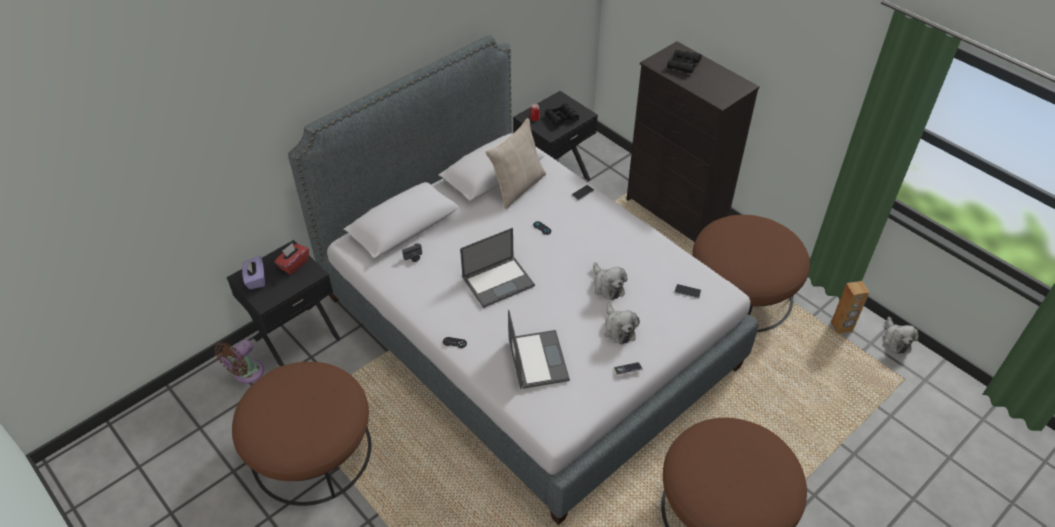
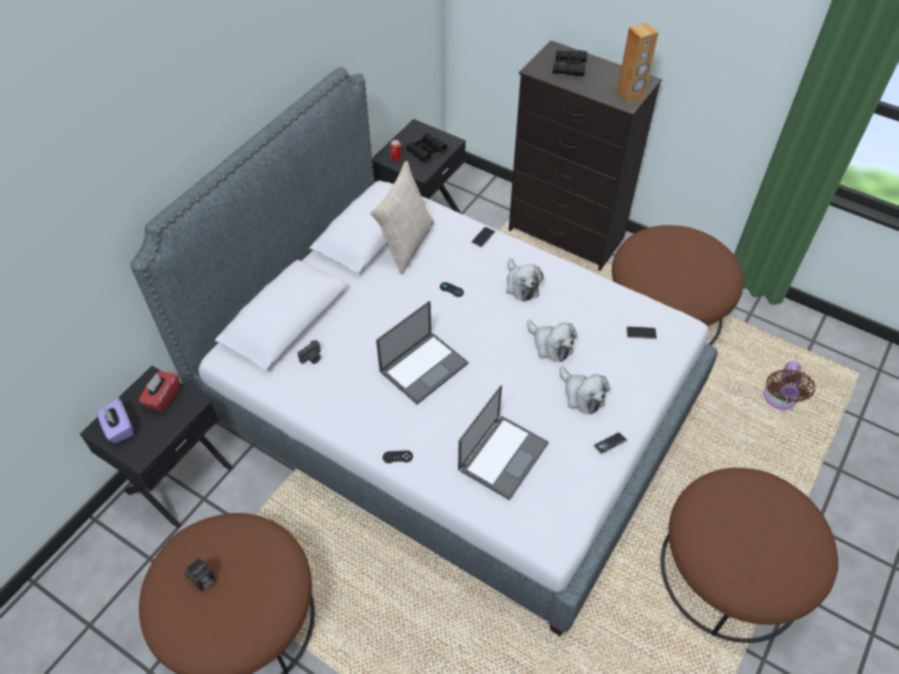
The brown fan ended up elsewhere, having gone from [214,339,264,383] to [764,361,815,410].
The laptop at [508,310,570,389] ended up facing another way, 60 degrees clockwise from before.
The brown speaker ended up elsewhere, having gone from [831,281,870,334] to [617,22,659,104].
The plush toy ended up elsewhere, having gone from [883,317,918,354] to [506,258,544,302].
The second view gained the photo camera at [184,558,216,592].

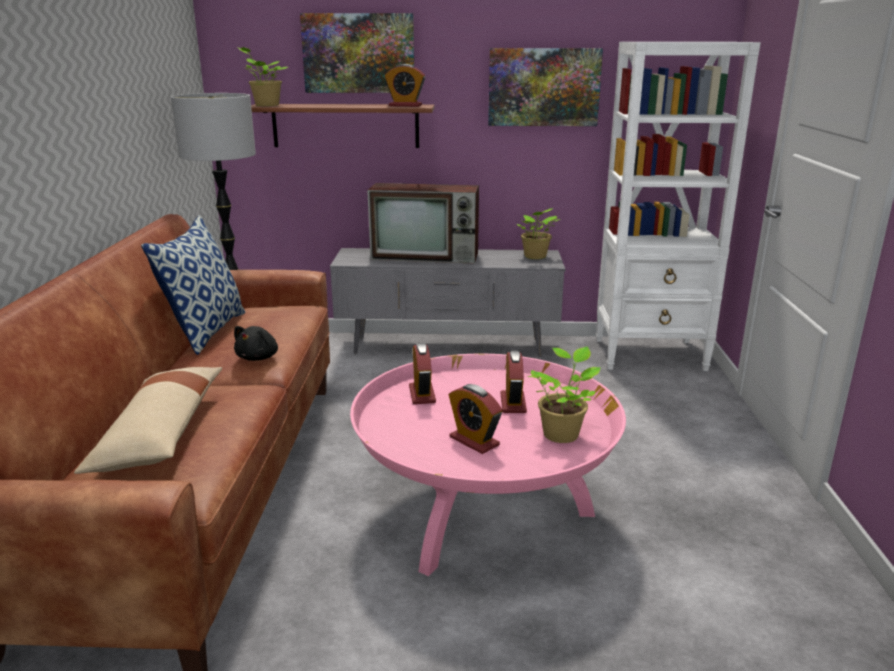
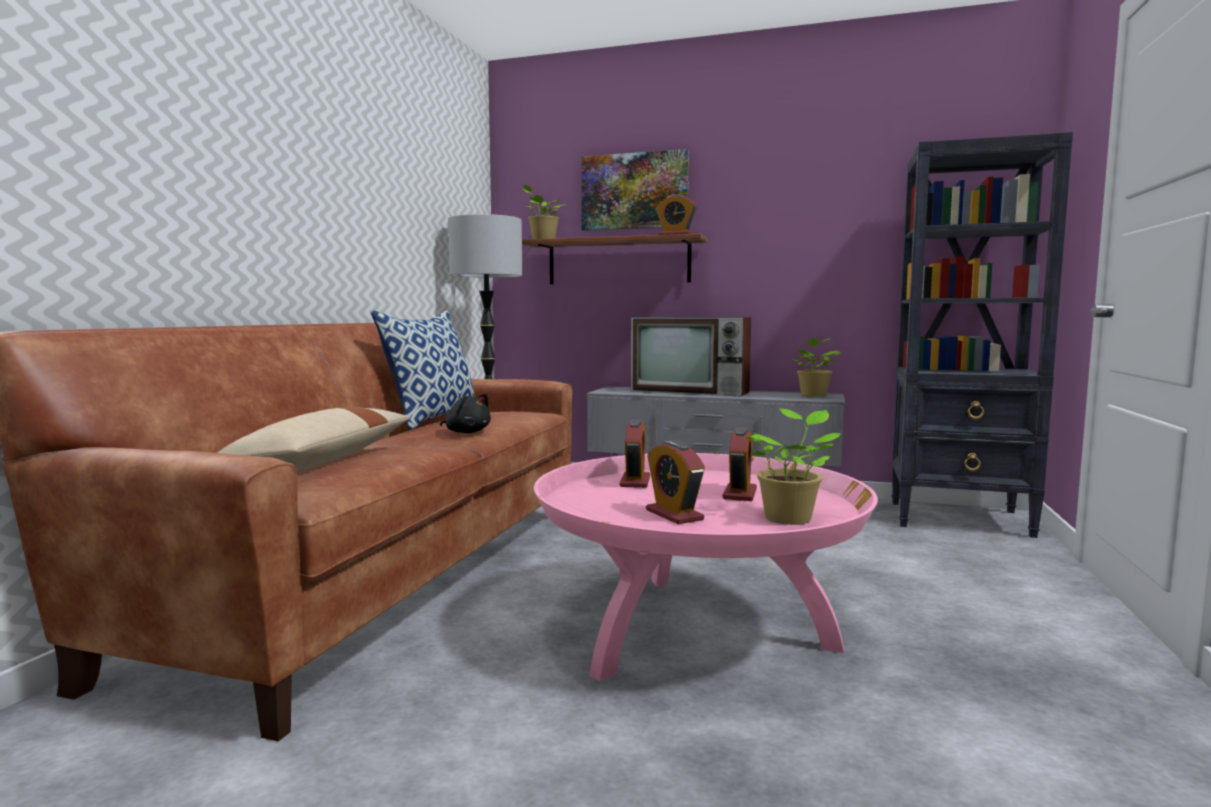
The black plush toy at [234,326,278,361] ended up facing another way, 90 degrees counterclockwise from before.
The second view lost the picture at [488,48,603,126].
What was the white bookcase at [596,42,761,371] turned into the black bookcase at [892,132,1073,538].

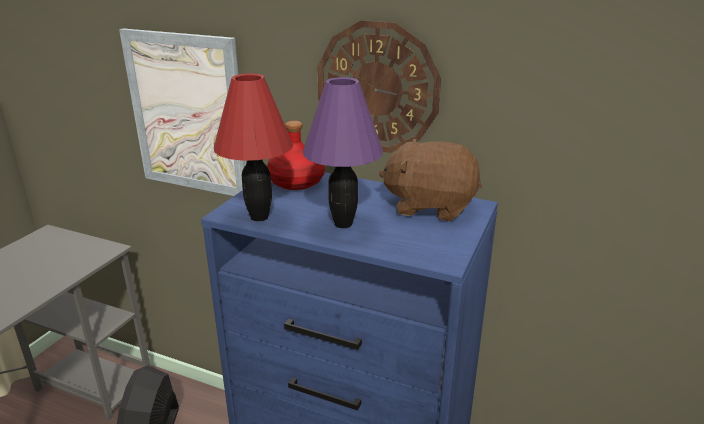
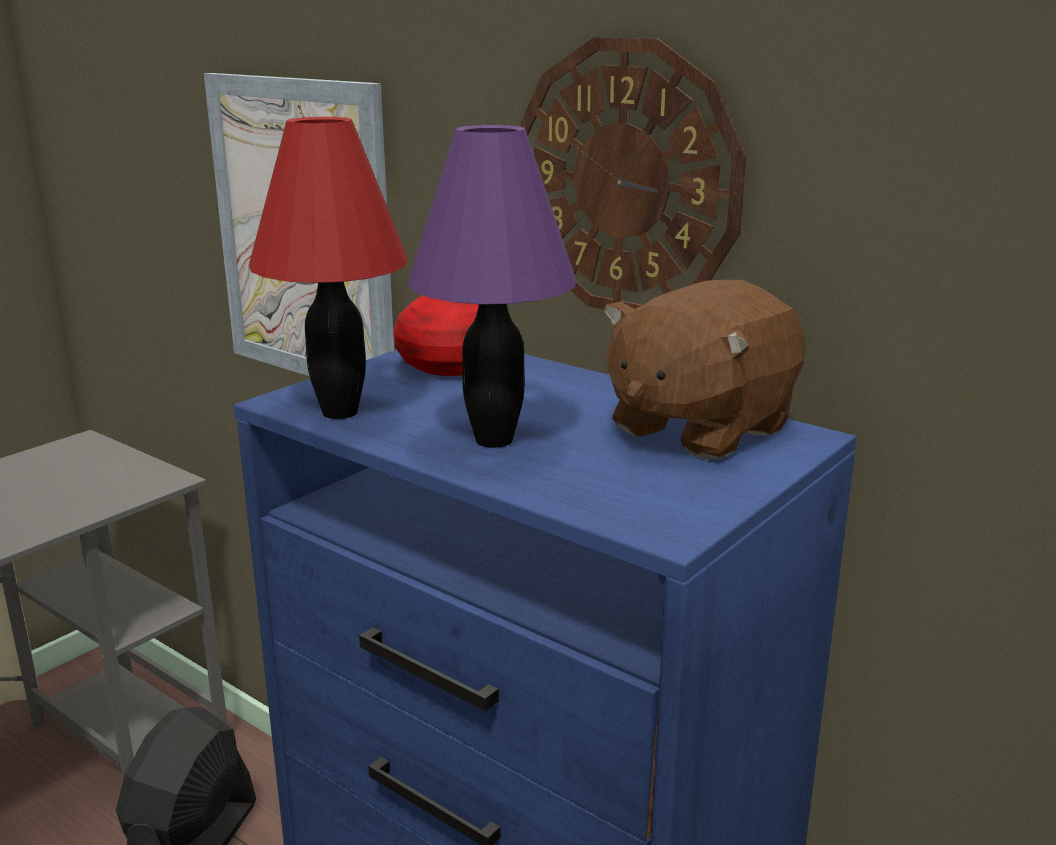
The brown plush toy at [379,139,482,221] ended up facing another way, 75 degrees counterclockwise from before.

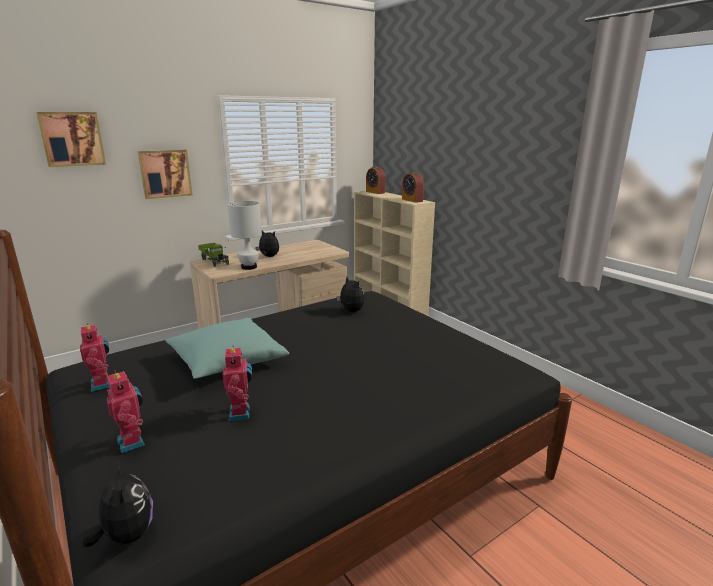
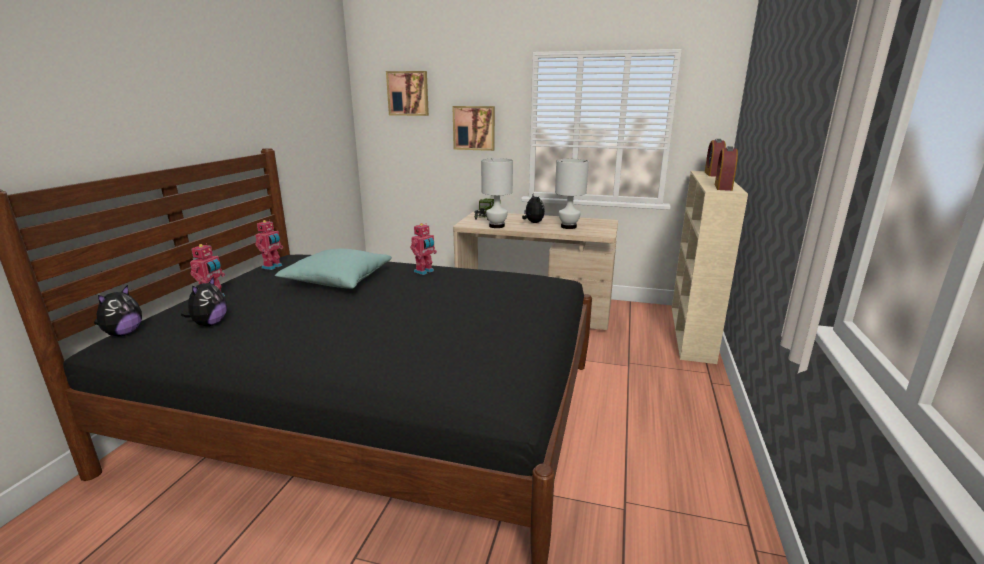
The toy robot ended up elsewhere, having gone from [223,345,252,421] to [410,223,437,275].
The plush toy ended up elsewhere, having gone from [337,277,365,312] to [181,276,227,326].
The second view gained the white table lamp at [555,159,589,229].

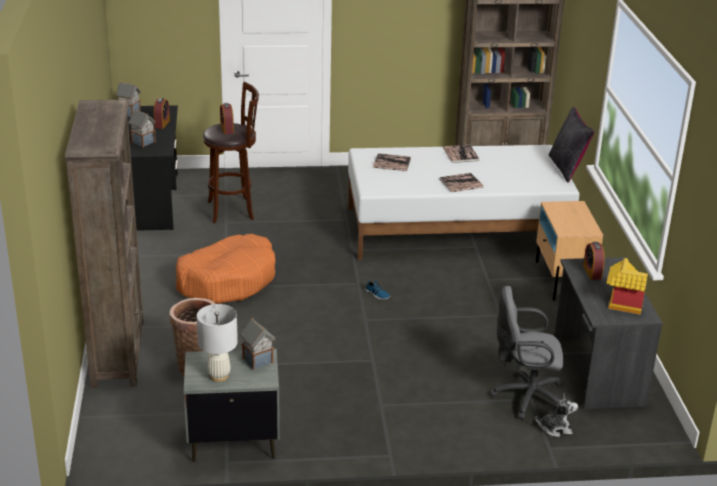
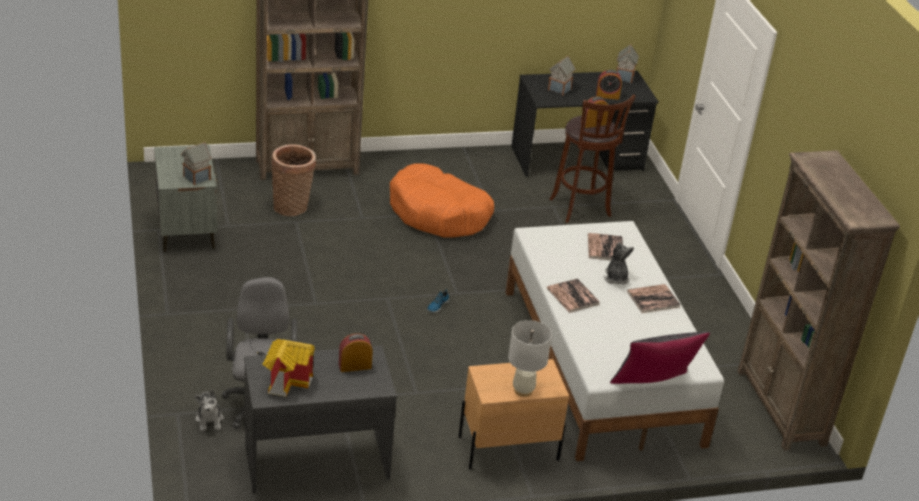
The white table lamp ended up elsewhere, having gone from [197,304,238,382] to [508,320,552,397].
The second view gained the plush toy at [604,242,634,285].

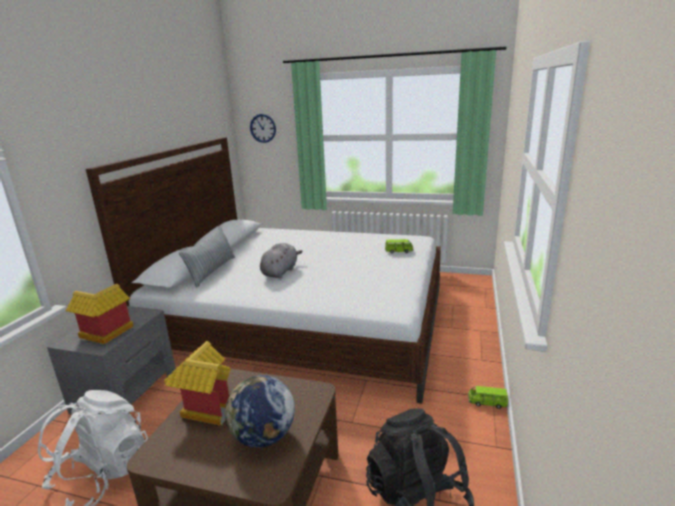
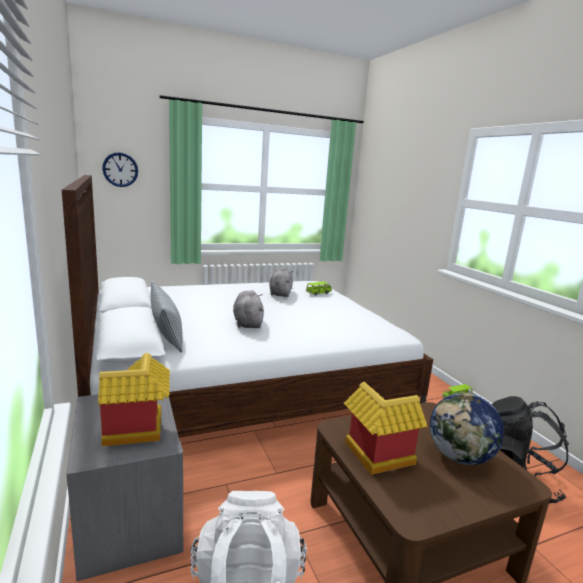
The second view gained the grey plush toy at [269,267,293,297].

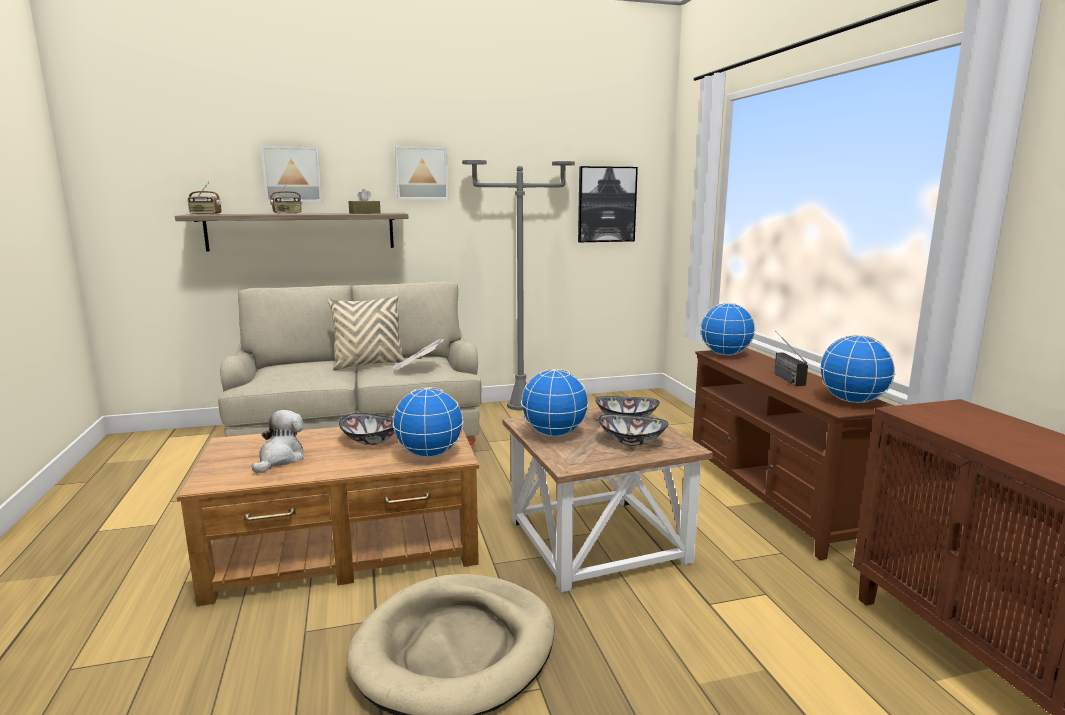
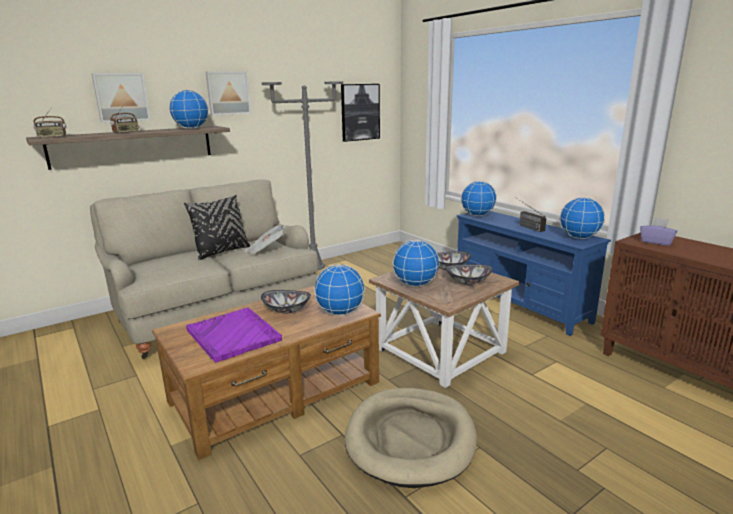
Where the plush toy stood at [252,410,304,473], the purple tray came to stand at [186,307,282,362].
What was the beige pillow at [328,296,405,370] turned into the black pillow at [184,195,250,260].
Where the brown tissue box stood at [348,189,381,214], the globe came to stand at [169,90,209,129].
What was the brown tv stand at [693,348,894,560] turned into the blue tv stand at [457,211,611,336].
The second view gained the purple tissue box at [640,217,677,246].

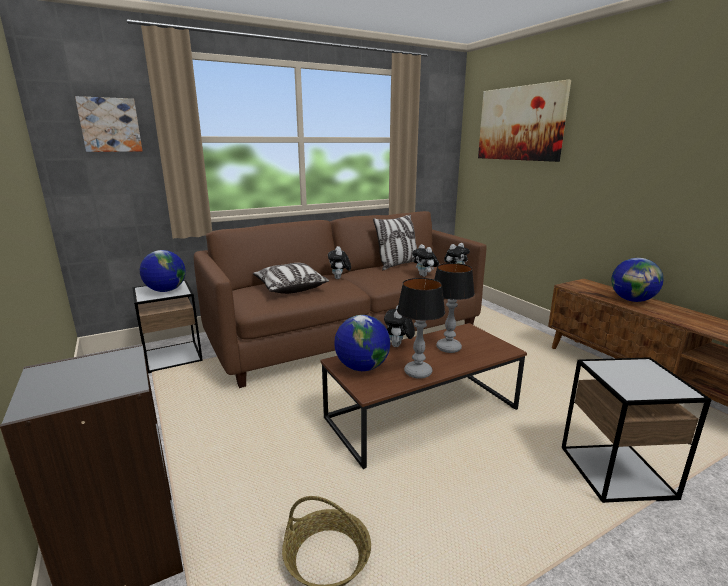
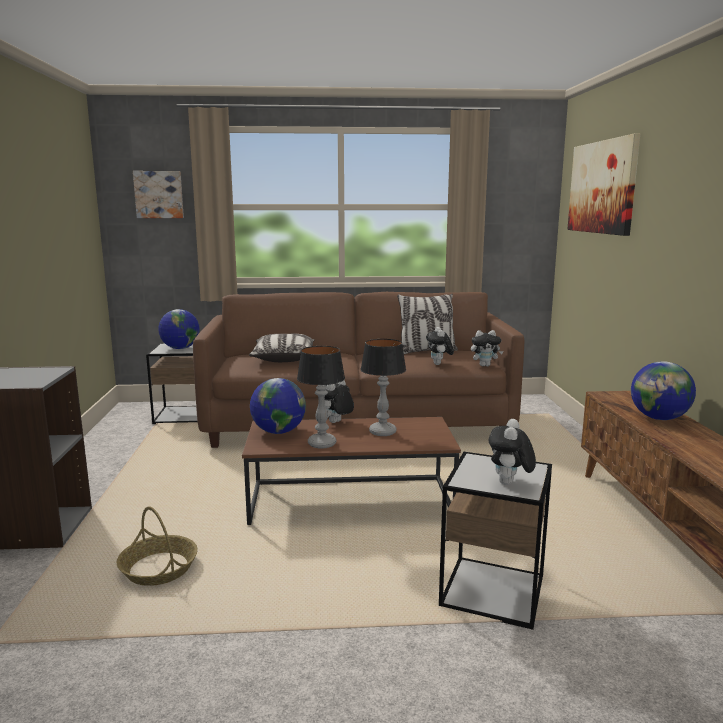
The plush toy ended up elsewhere, having gone from [328,246,351,279] to [489,419,536,485].

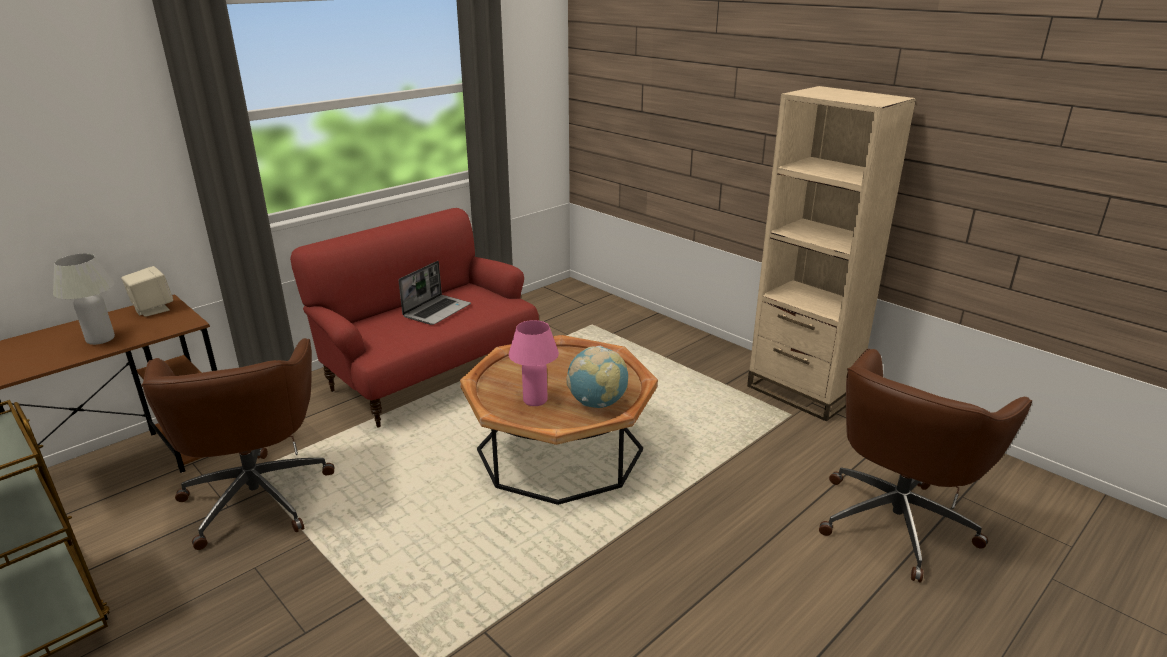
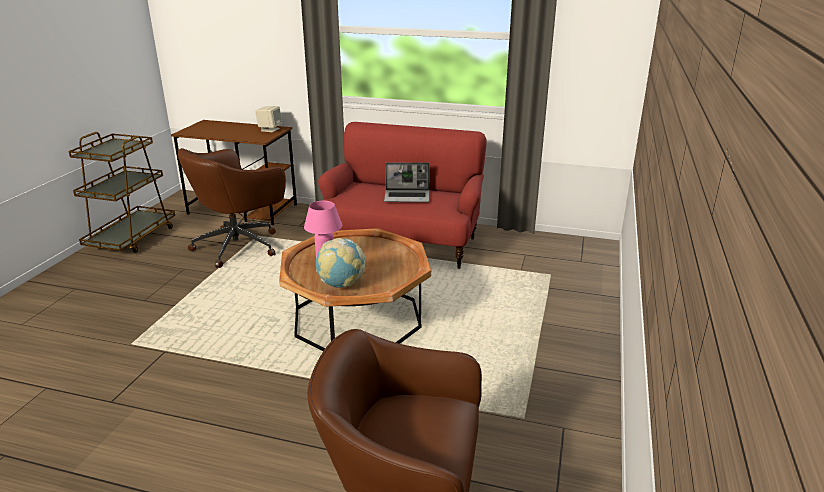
The second view lost the white table lamp at [53,253,115,345].
The second view lost the beige bookcase at [747,86,916,421].

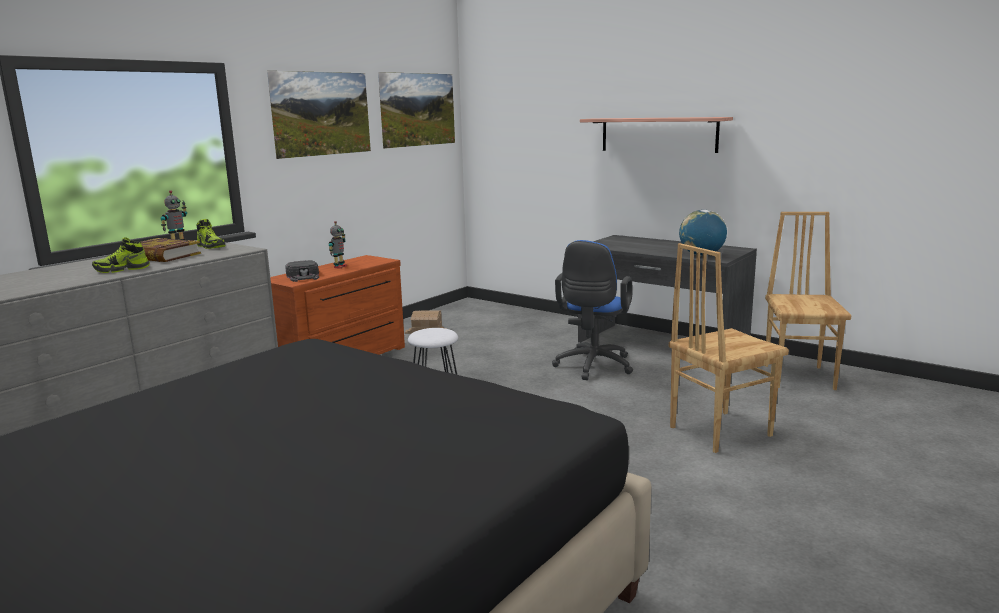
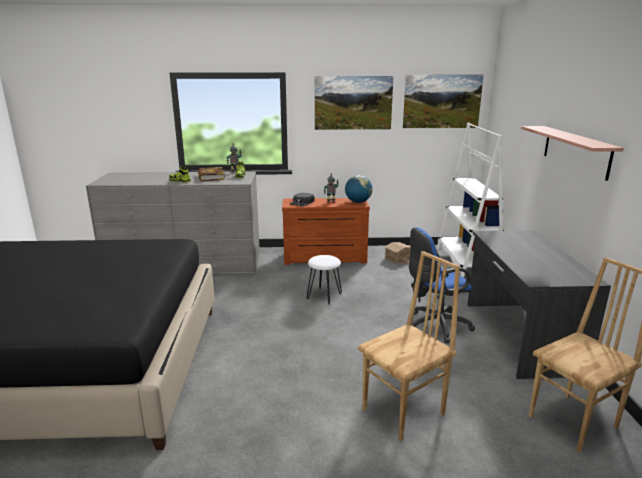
The brown chair at [669,243,789,453] ended up facing another way, 120 degrees clockwise from before.
The globe ended up elsewhere, having gone from [679,210,727,256] to [345,175,373,203].
The second view gained the white bookcase at [436,123,504,278].

